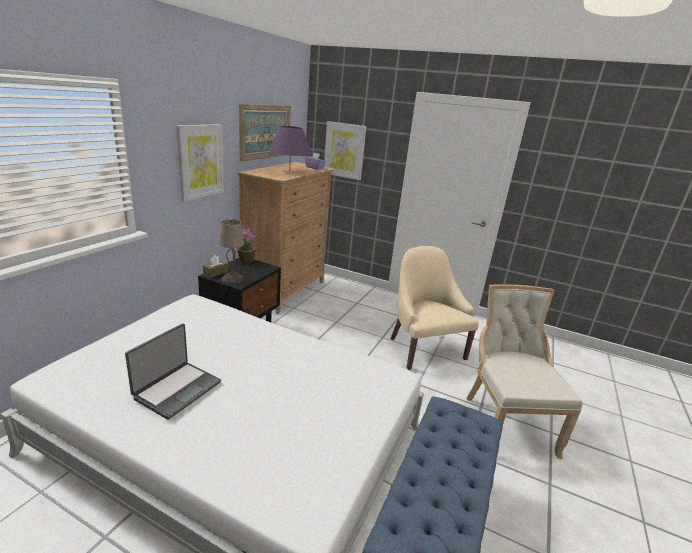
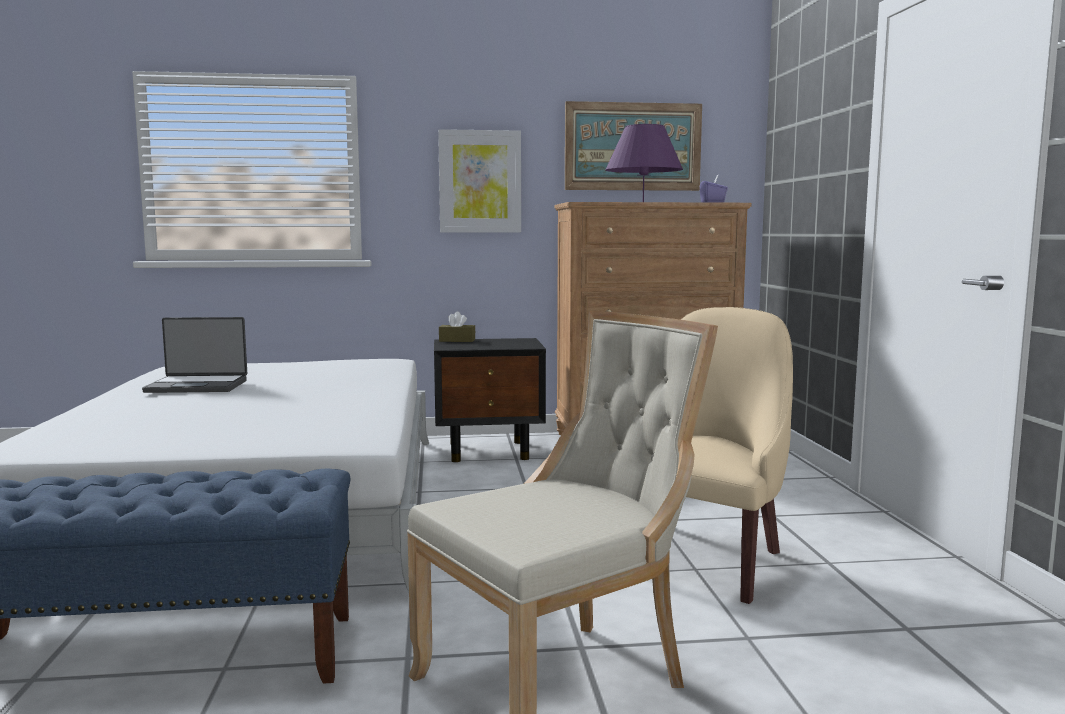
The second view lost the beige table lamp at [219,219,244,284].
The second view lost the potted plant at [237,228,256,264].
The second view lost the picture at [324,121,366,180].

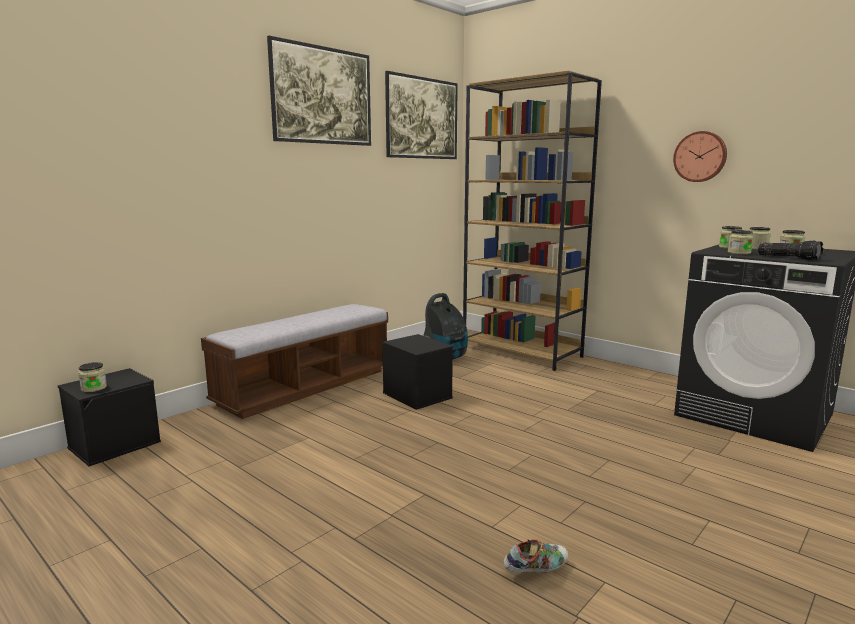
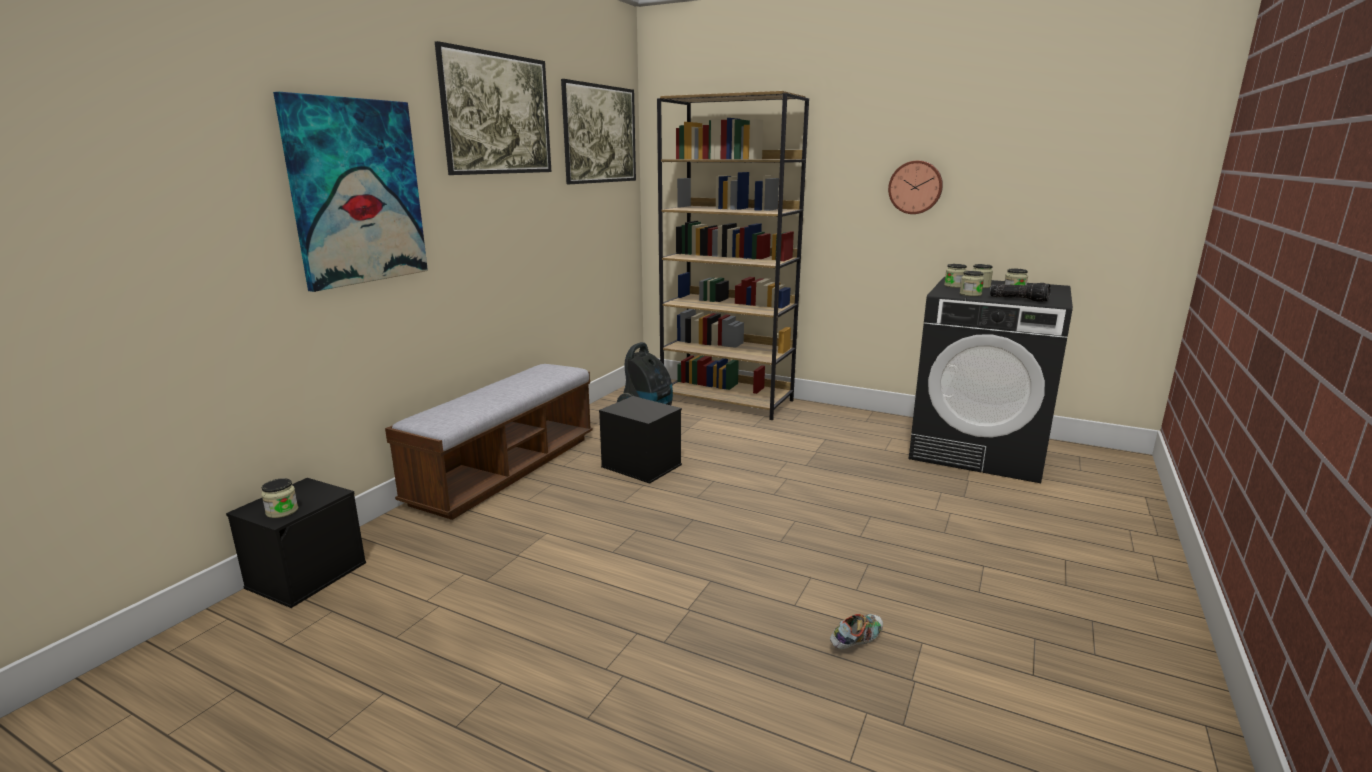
The second view gained the picture at [273,92,428,292].

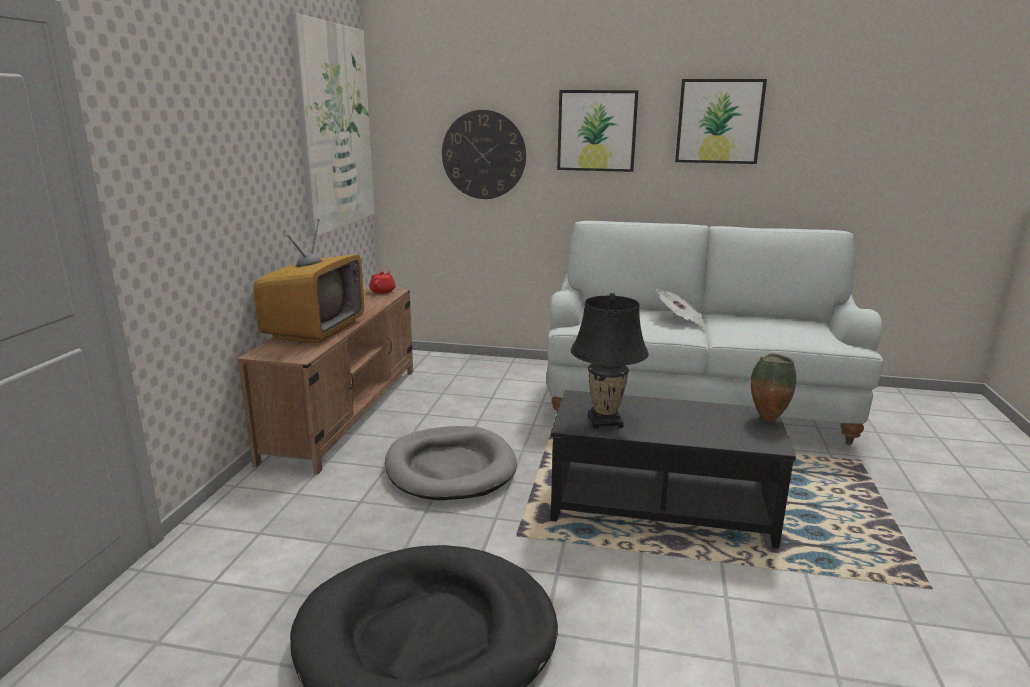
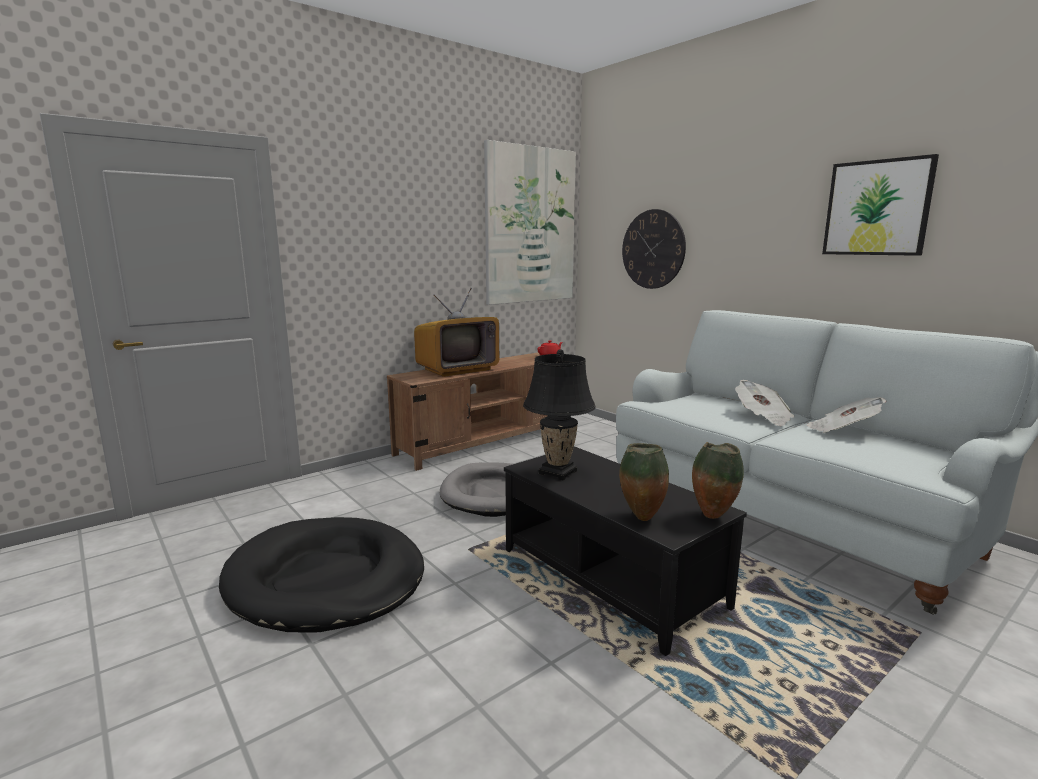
The second view lost the picture at [557,90,639,172].
The second view gained the vase at [619,443,669,521].
The second view gained the newspaper at [807,398,887,433].

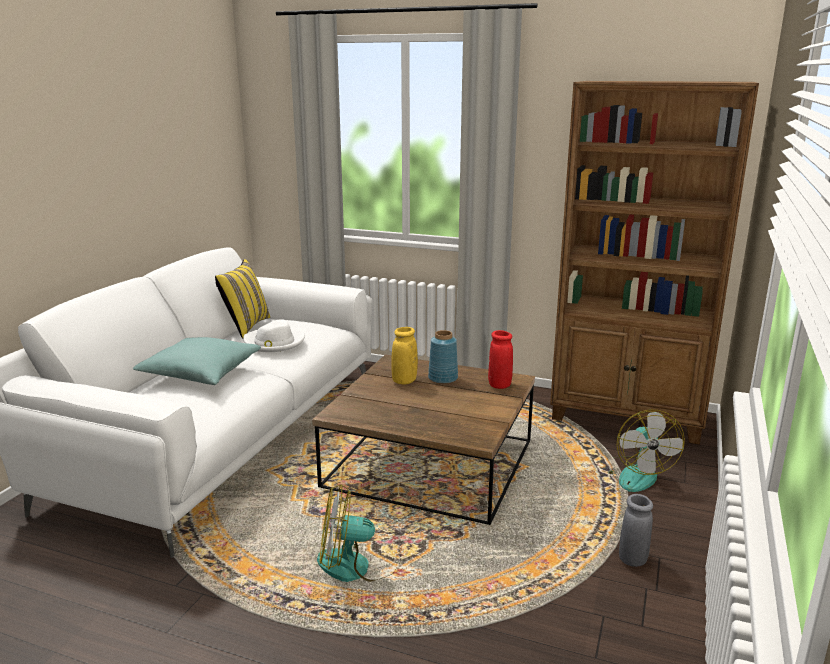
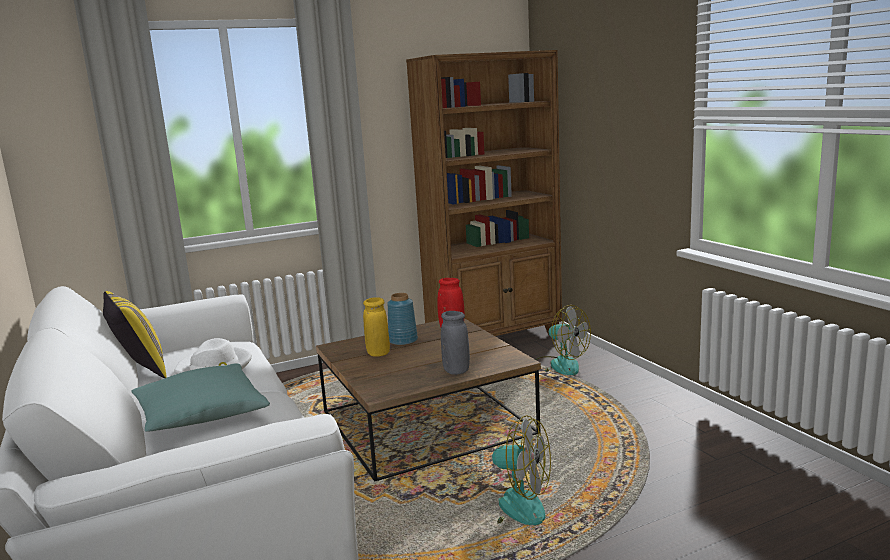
The fan at [317,484,396,582] ended up facing another way, 105 degrees counterclockwise from before.
The grey vase ended up elsewhere, having gone from [619,494,653,567] to [441,311,470,375].

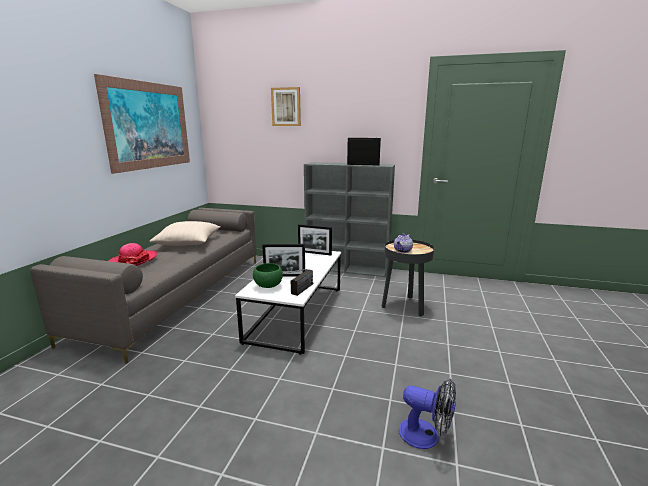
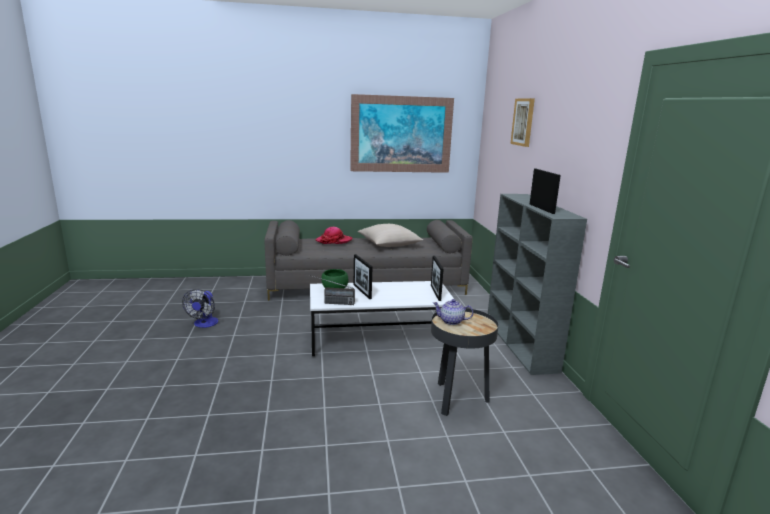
The fan ended up elsewhere, having gone from [399,378,456,449] to [182,289,218,328].

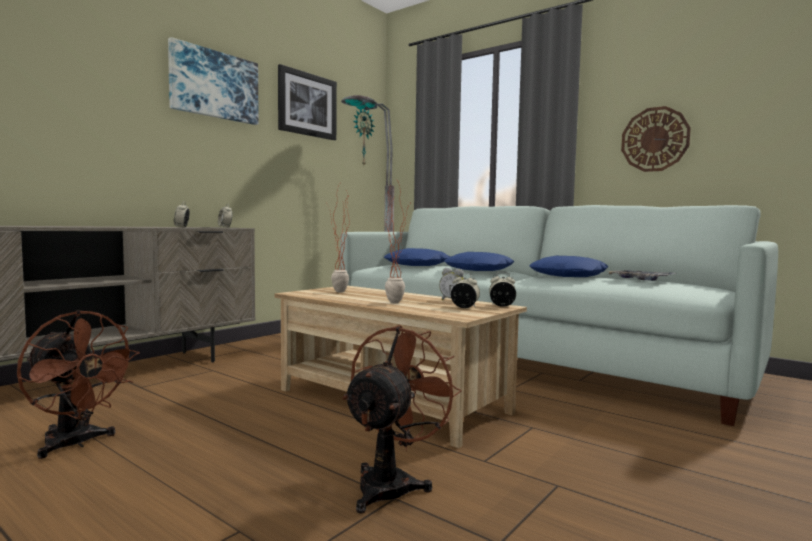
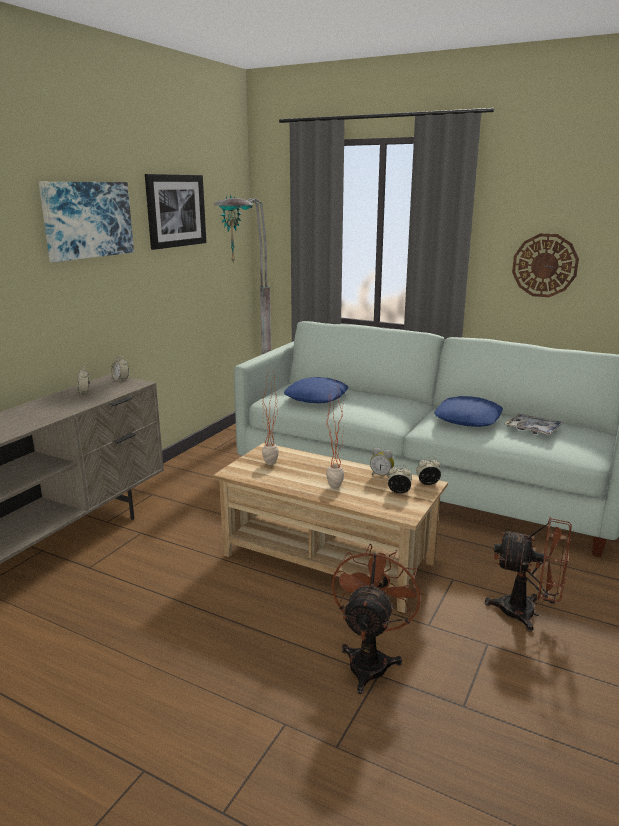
The brown fan ended up elsewhere, having gone from [17,310,140,459] to [485,517,572,632].
The second view lost the blue pillow at [444,252,515,271].

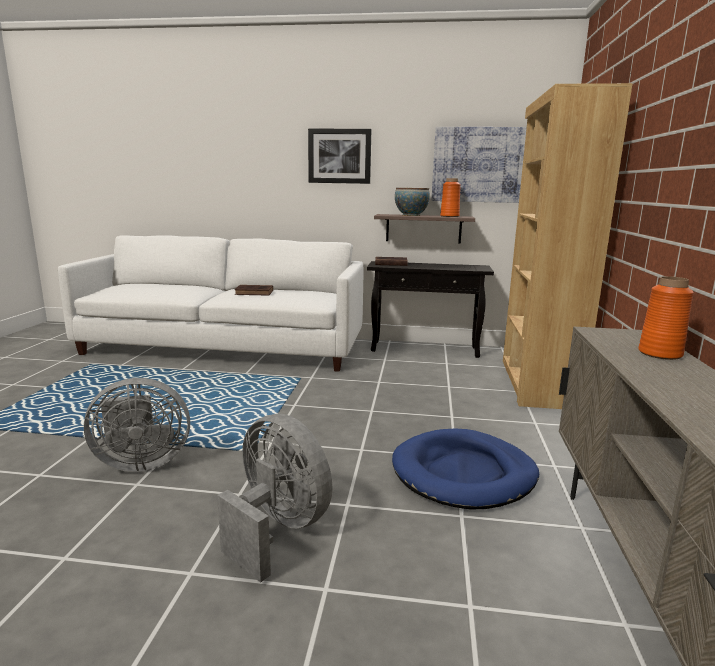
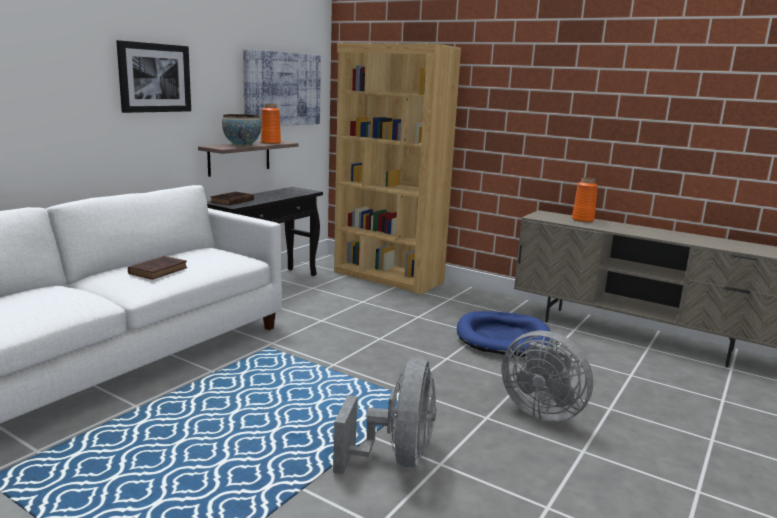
The grey fan at [217,414,333,582] ended up facing another way, 120 degrees counterclockwise from before.

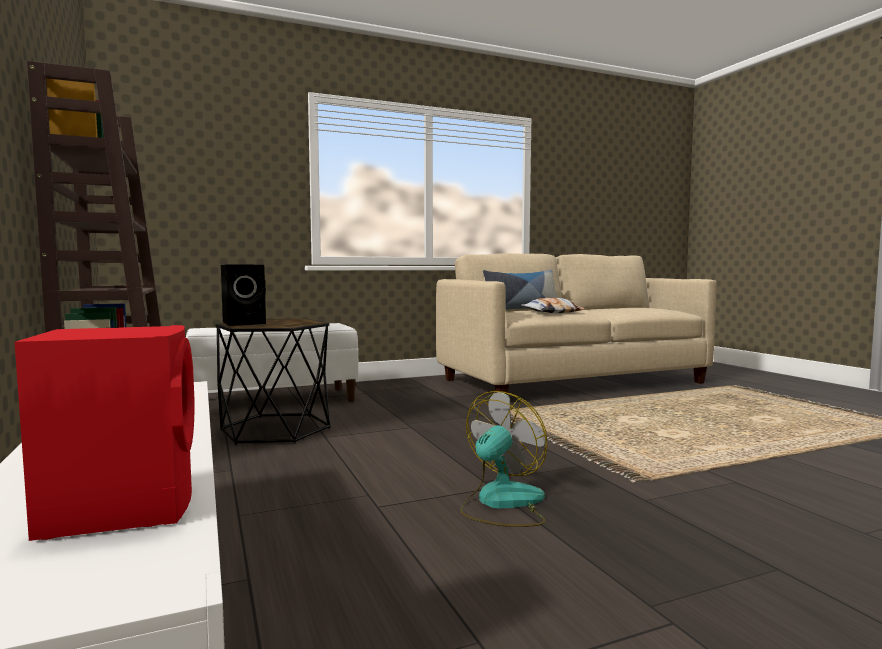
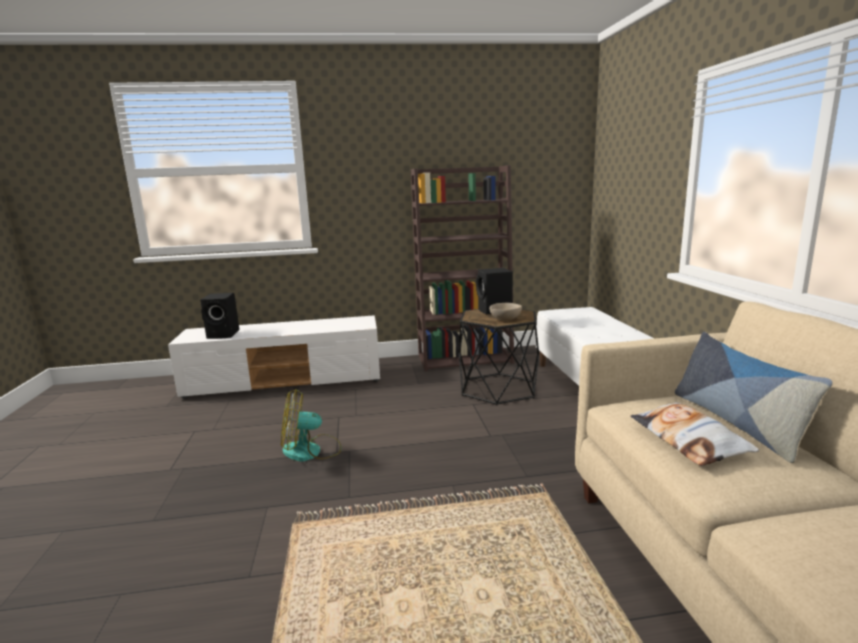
What was the red speaker at [15,325,195,541] turned into the black speaker at [200,293,240,339].
The fan at [460,391,547,527] ended up facing another way, 120 degrees clockwise from before.
The second view gained the beige bowl at [489,303,522,321].

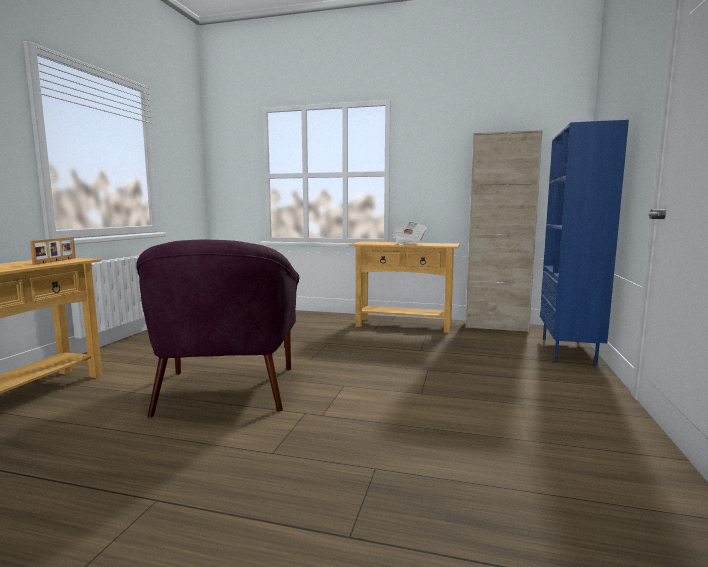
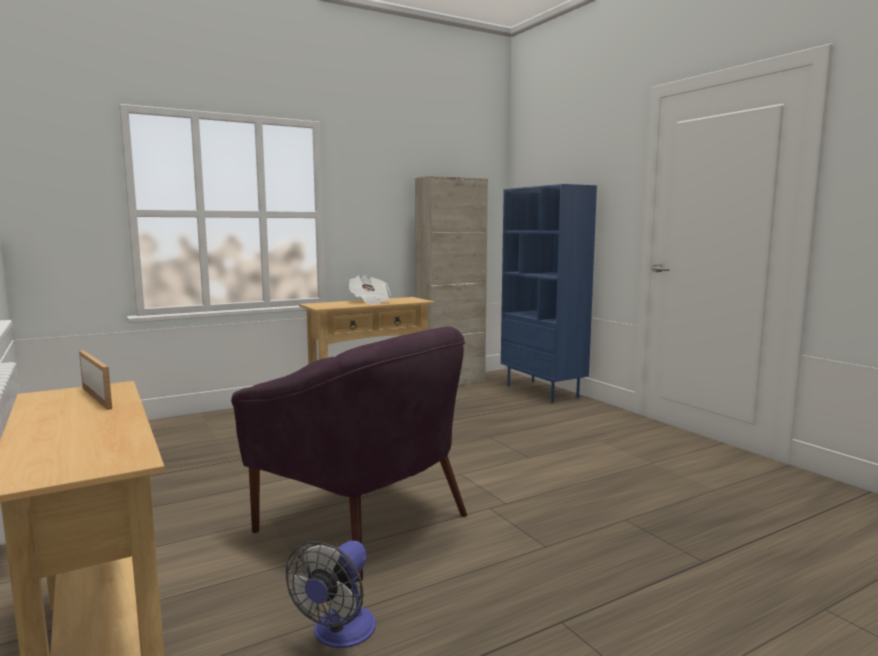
The second view gained the fan at [286,541,376,648].

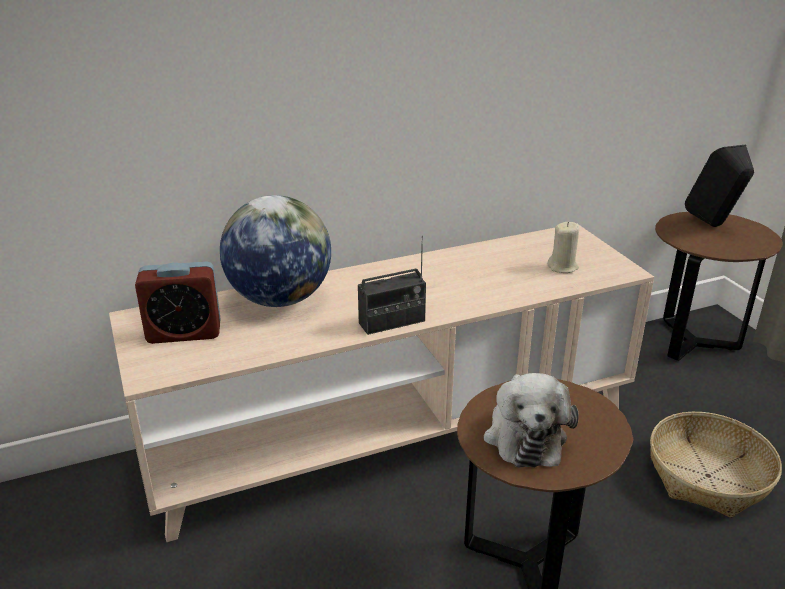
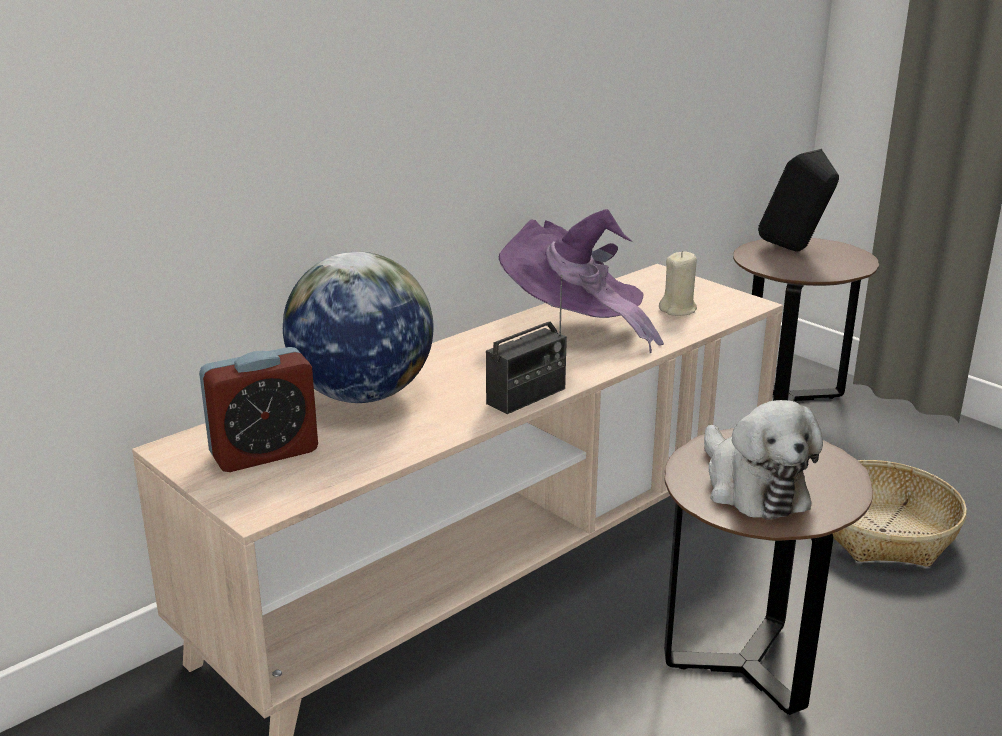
The second view gained the purple hat at [499,209,664,353].

